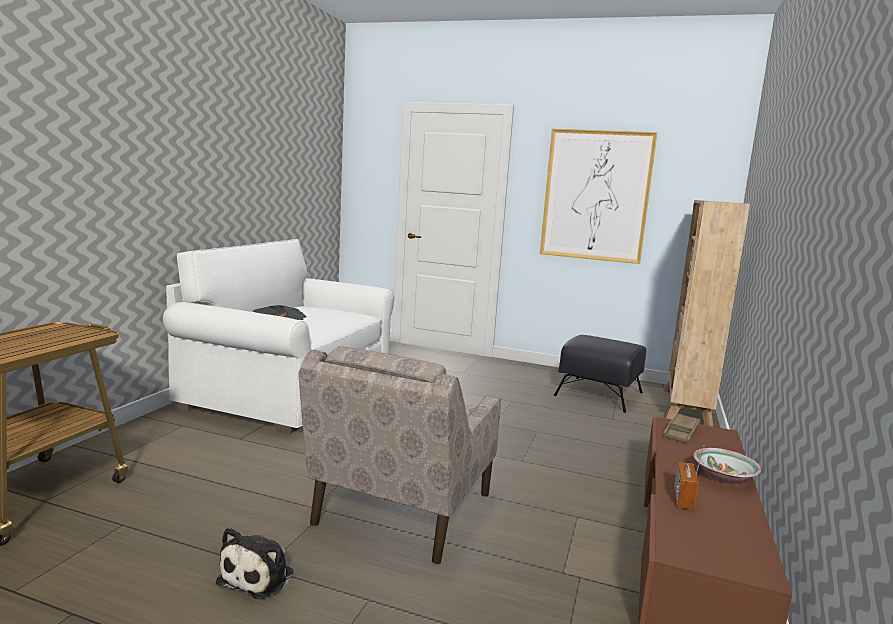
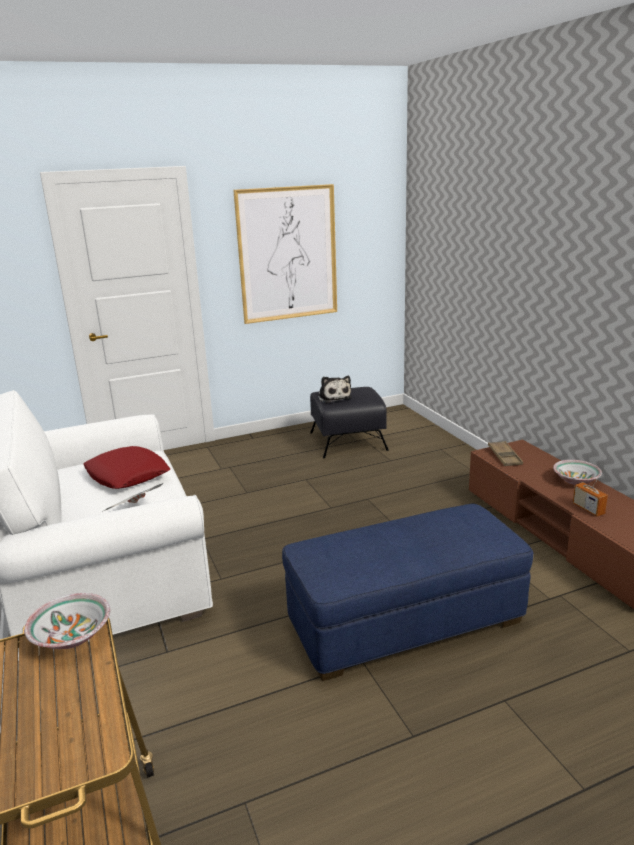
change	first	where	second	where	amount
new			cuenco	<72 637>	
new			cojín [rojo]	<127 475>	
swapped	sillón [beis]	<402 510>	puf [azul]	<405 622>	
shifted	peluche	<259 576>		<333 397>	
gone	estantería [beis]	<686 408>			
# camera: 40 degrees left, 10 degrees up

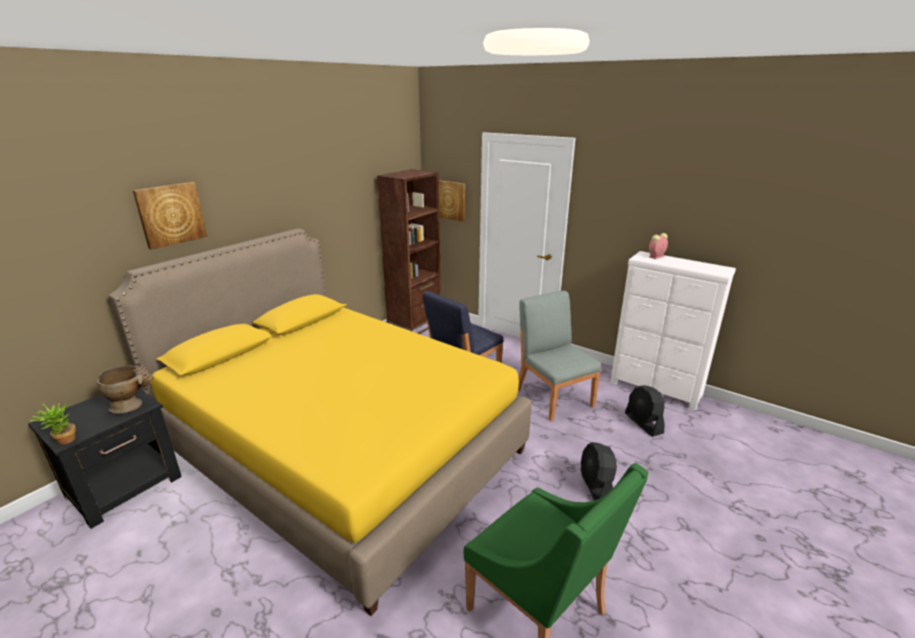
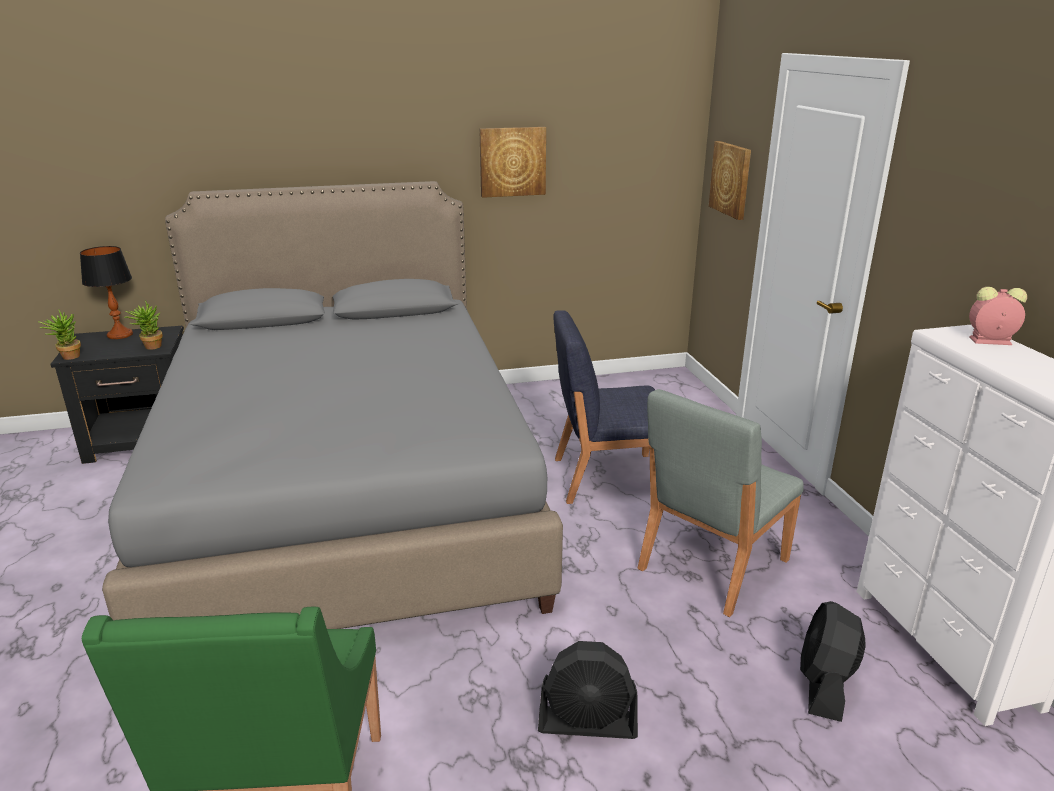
change	first	where	second	where	amount
new			lámpara de mesa	<120 335>	
repainted	cama [amarillo]	<342 449>	cama [gris]	<347 496>	
swapped	florero [beis]	<132 406>	planta en maceta	<150 346>	
shifted	cuadro	<170 214>		<512 161>	
rotated	ventilador [negro]	<596 487>		<588 723>	120 degrees counterclockwise
rotated	silla [gris]	<553 397>		<711 565>	150 degrees counterclockwise
gone	estantería [marrón]	<415 325>			
# camera: 40 degrees right, 0 degrees up

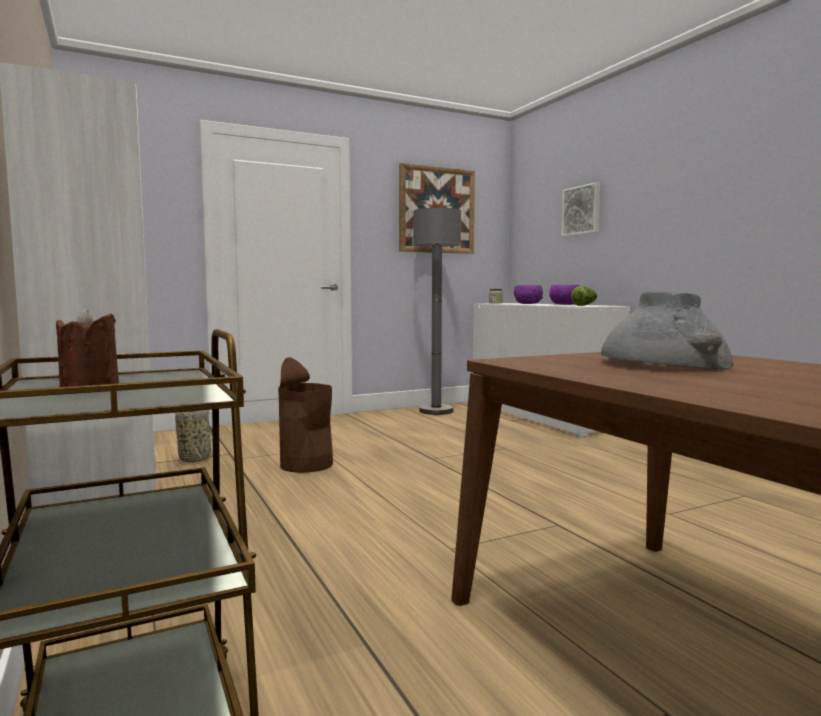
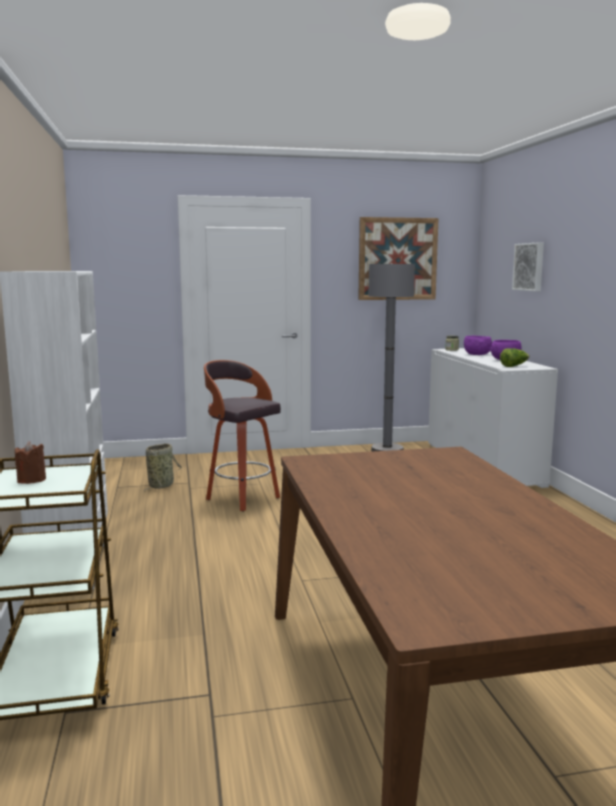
change	first	where	second	where	amount
swapped	papelera [marrón]	<306 465>	taburete	<241 498>	
gone	florero [gris]	<664 363>			
# camera: 15 degrees right, 5 degrees up

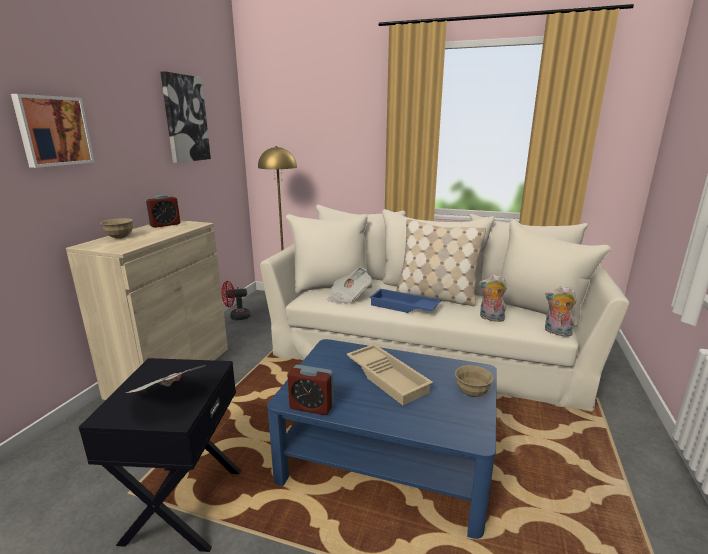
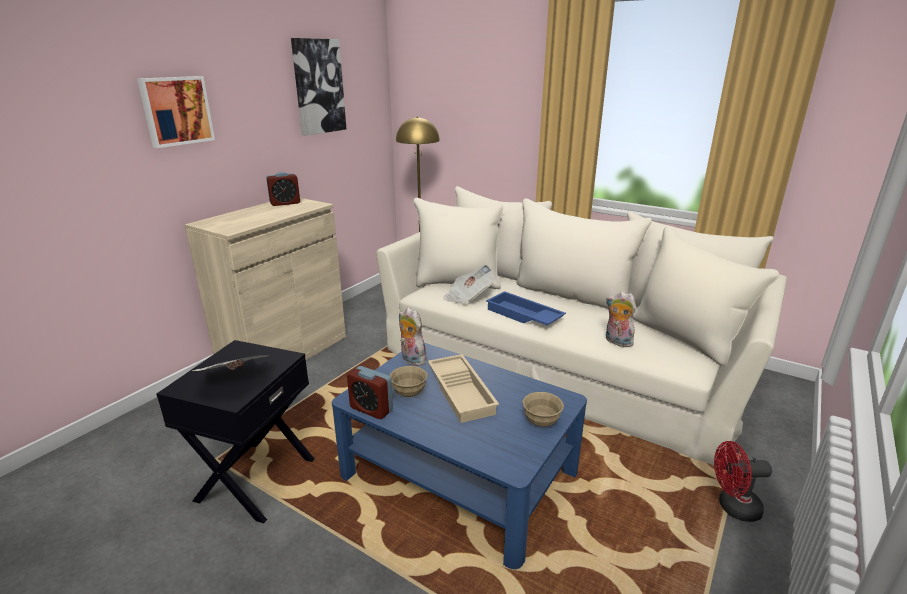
change	first	where	second	where	amount
shifted	cuenco [beis]	<120 237>		<409 393>	
shifted	peluche	<556 332>		<411 359>	
shifted	ventilador [rojo]	<236 317>		<732 507>	
gone	cojín [beis]	<436 296>			
# camera: 15 degrees right, 5 degrees up

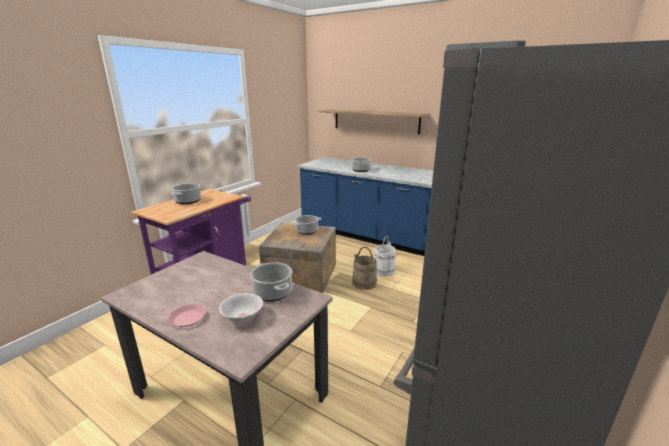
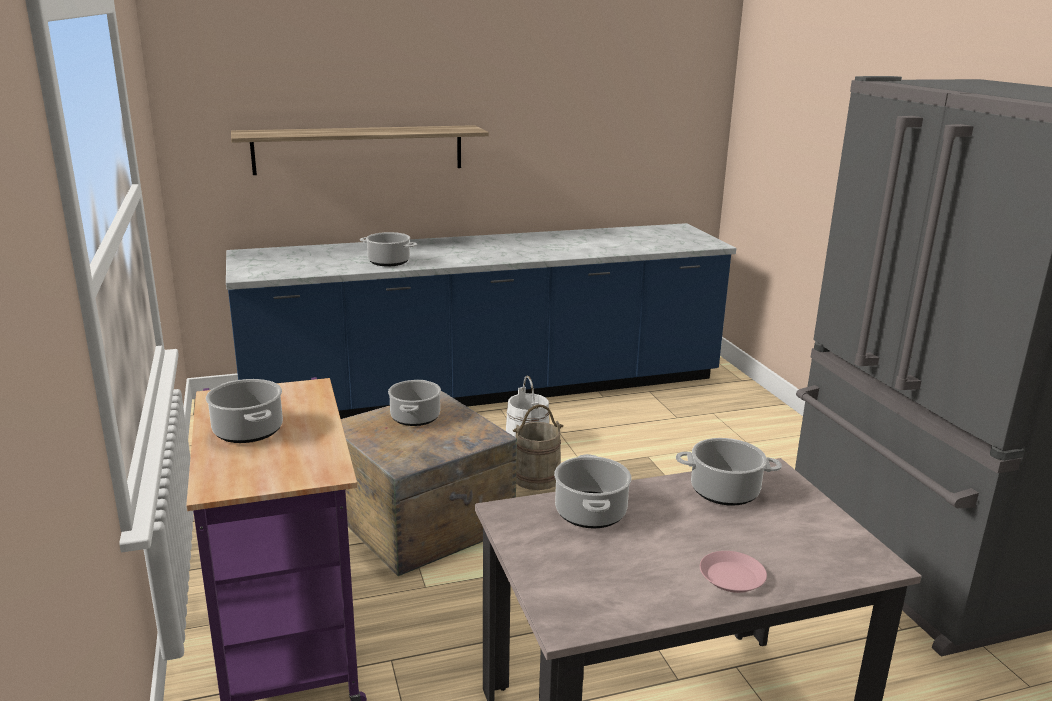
change	first	where	second	where	amount
new			olla	<591 513>	
gone	cuenco [blanco]	<242 318>			
# camera: 50 degrees left, 0 degrees up

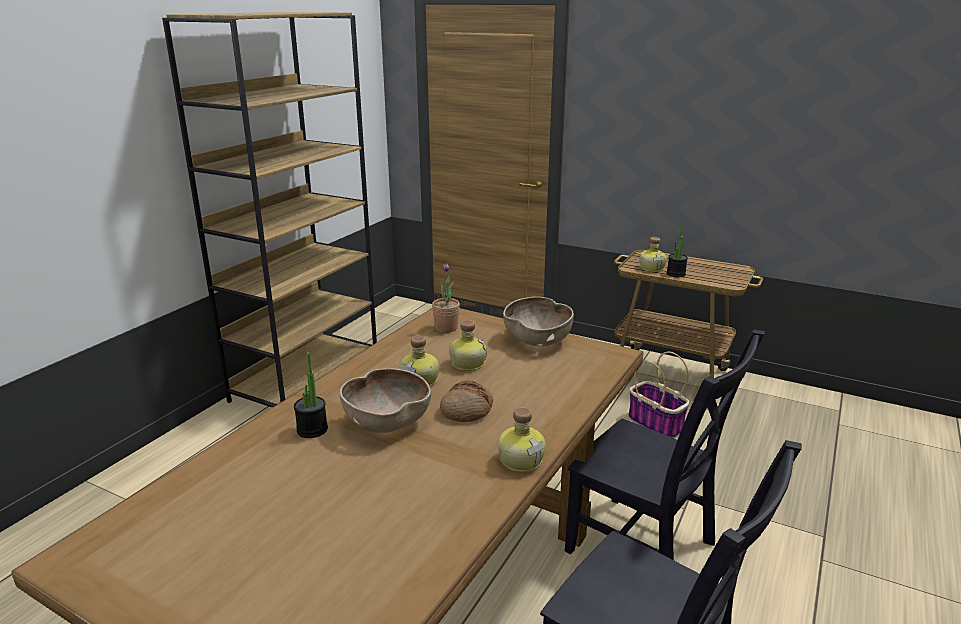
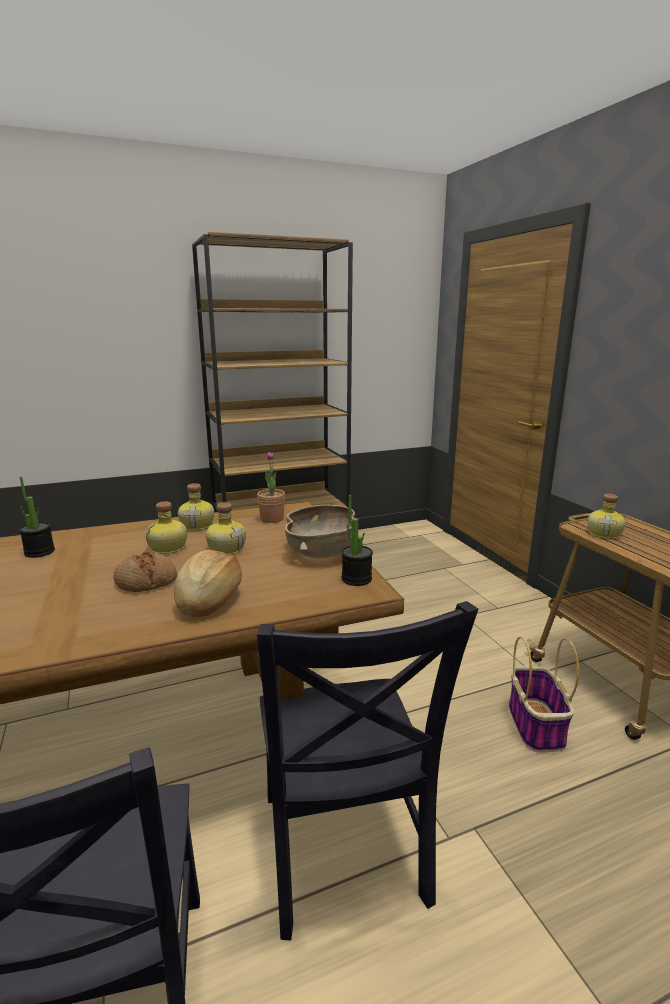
change	first	where	second	where	amount
new			pan	<209 599>	
shifted	botella	<521 459>		<198 525>	
shifted	planta en maceta	<676 274>		<356 579>	
gone	cuenco [marrón]	<387 423>			
# camera: 40 degrees right, 5 degrees down

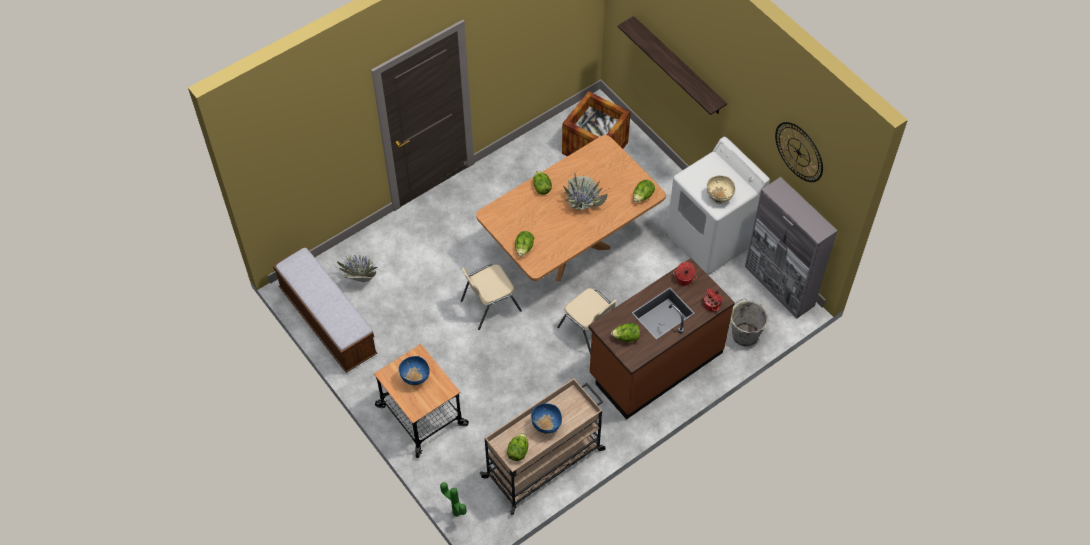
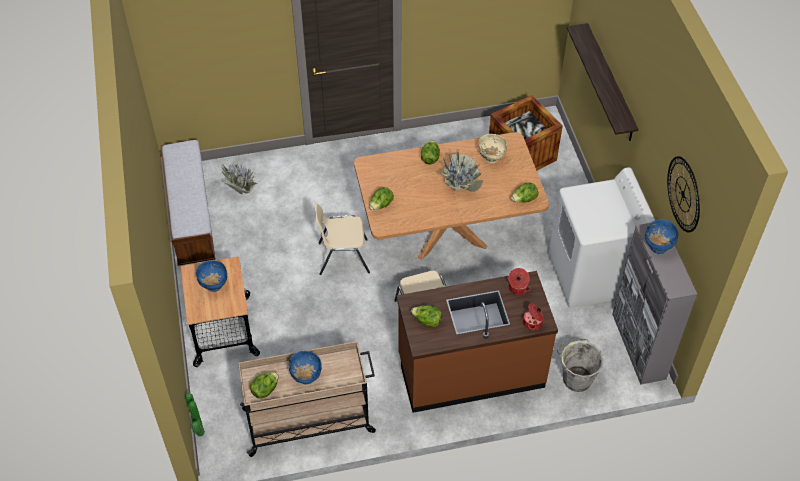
change	first	where	second	where	amount
shifted	cuenco [beis]	<718 198>		<491 158>	
new			cuenco [azul]	<658 247>	
# camera: 25 degrees right, 5 degrees down

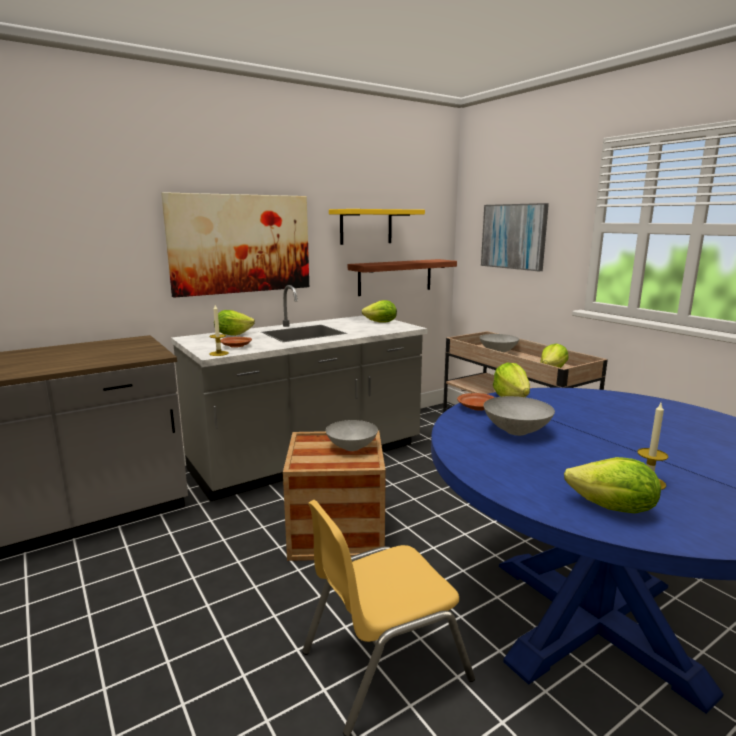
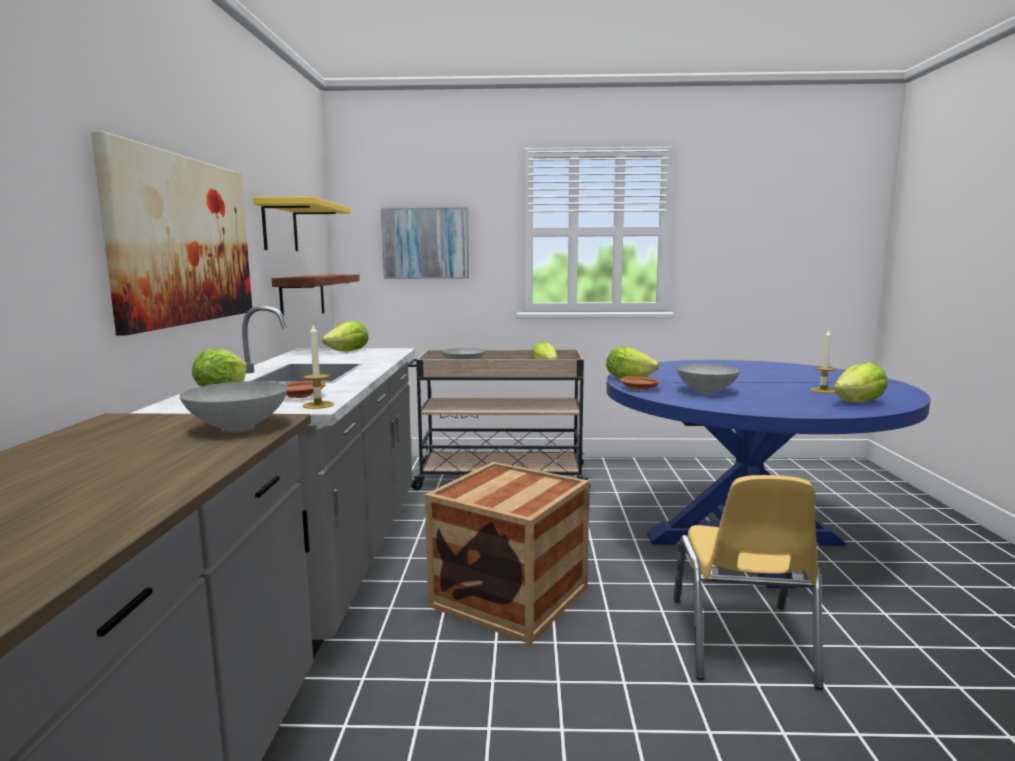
change	first	where	second	where	amount
shifted	cuenco [gris]	<352 447>		<239 426>	
# camera: 55 degrees left, 5 degrees down

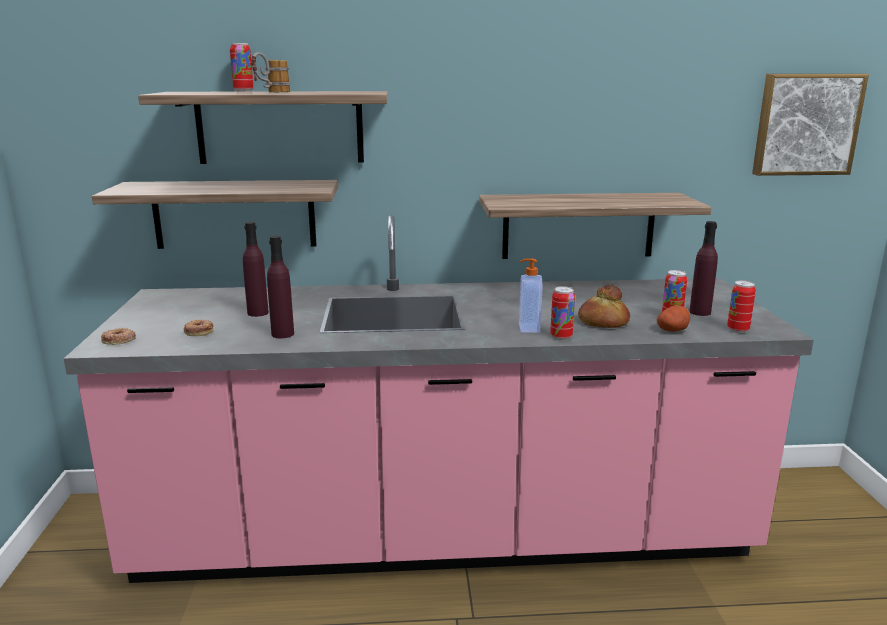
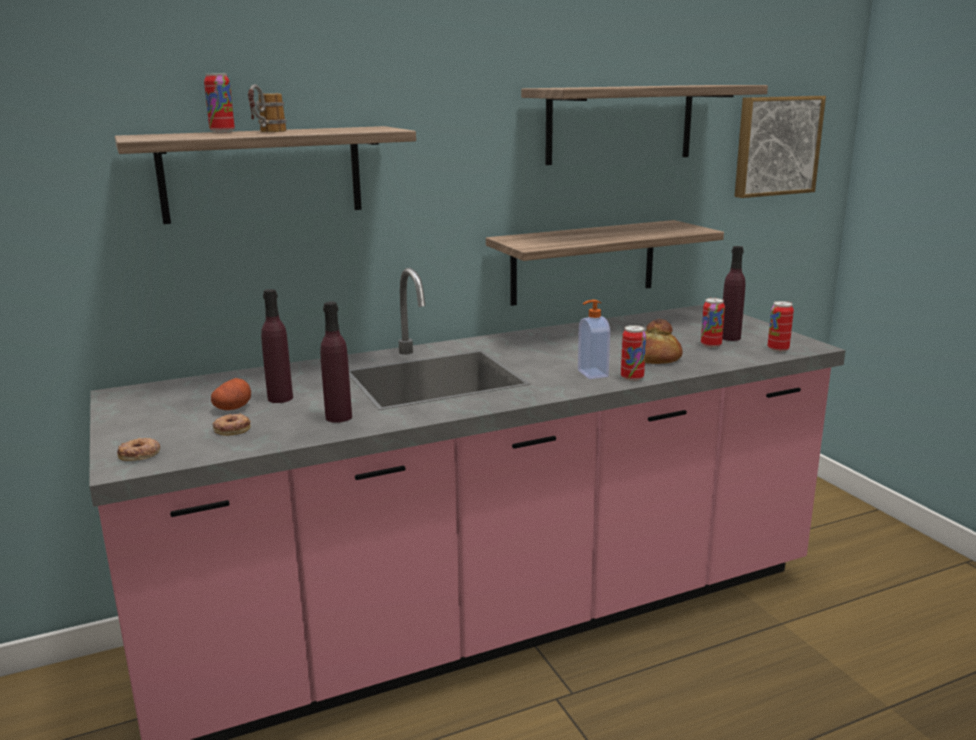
change	first	where	second	where	amount
shifted	patata	<672 330>		<233 408>	
shifted	estante	<234 214>		<620 124>	
# camera: 20 degrees left, 0 degrees up

